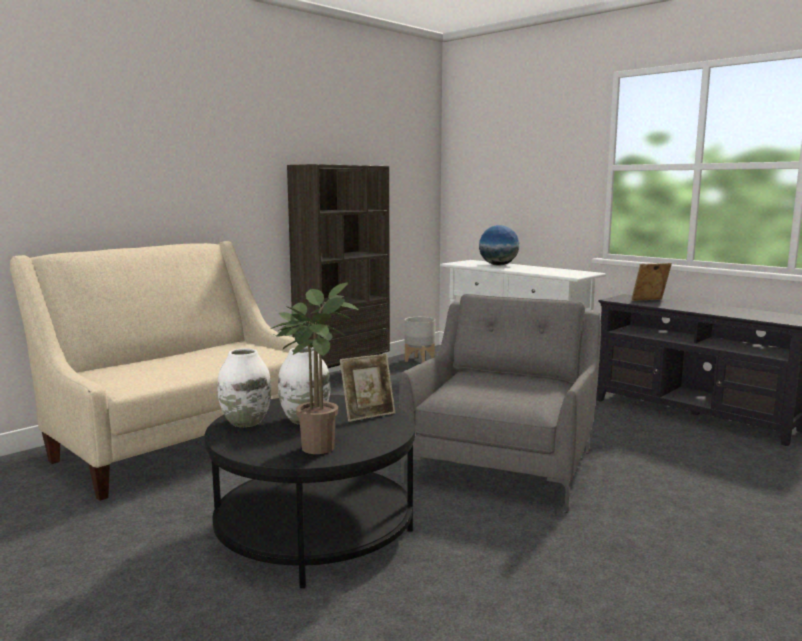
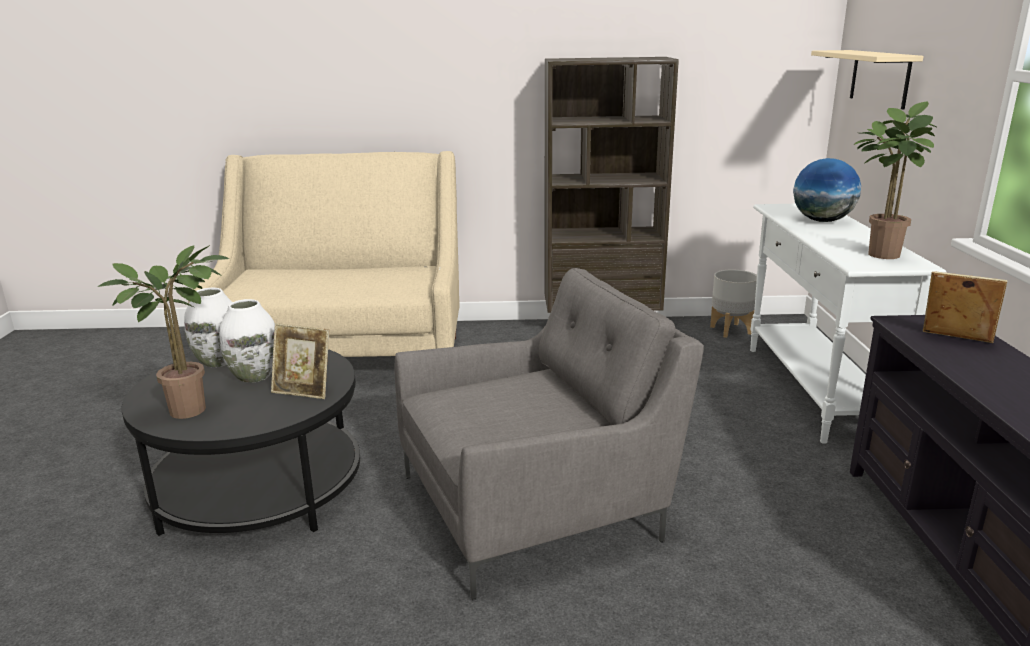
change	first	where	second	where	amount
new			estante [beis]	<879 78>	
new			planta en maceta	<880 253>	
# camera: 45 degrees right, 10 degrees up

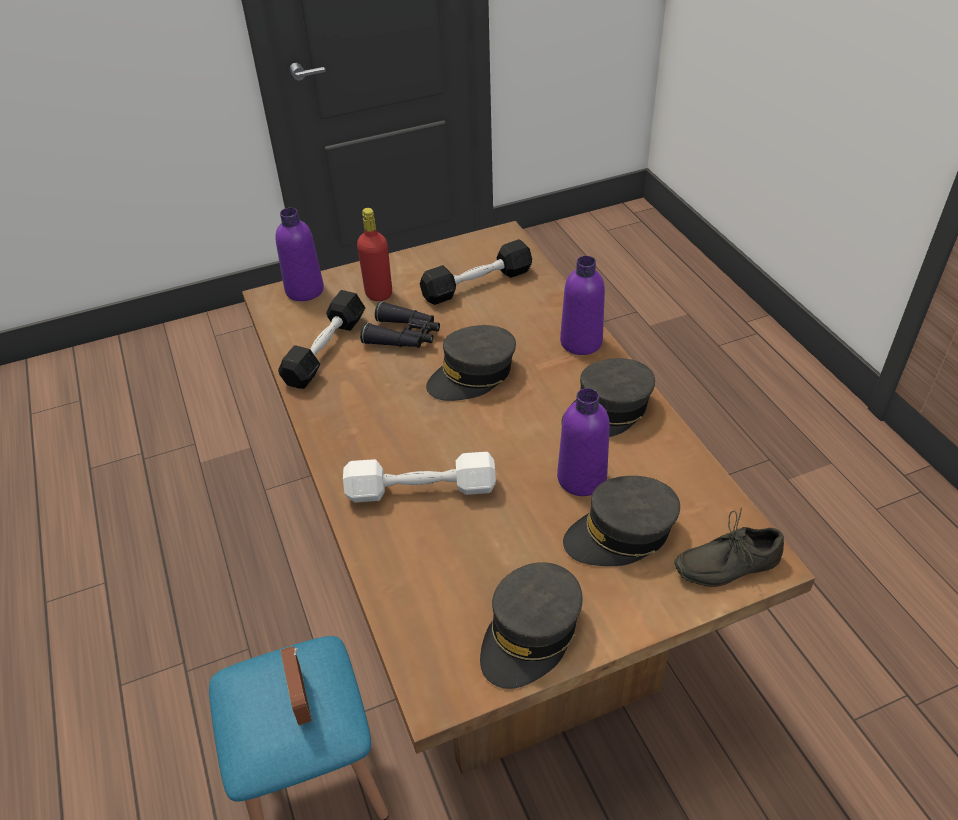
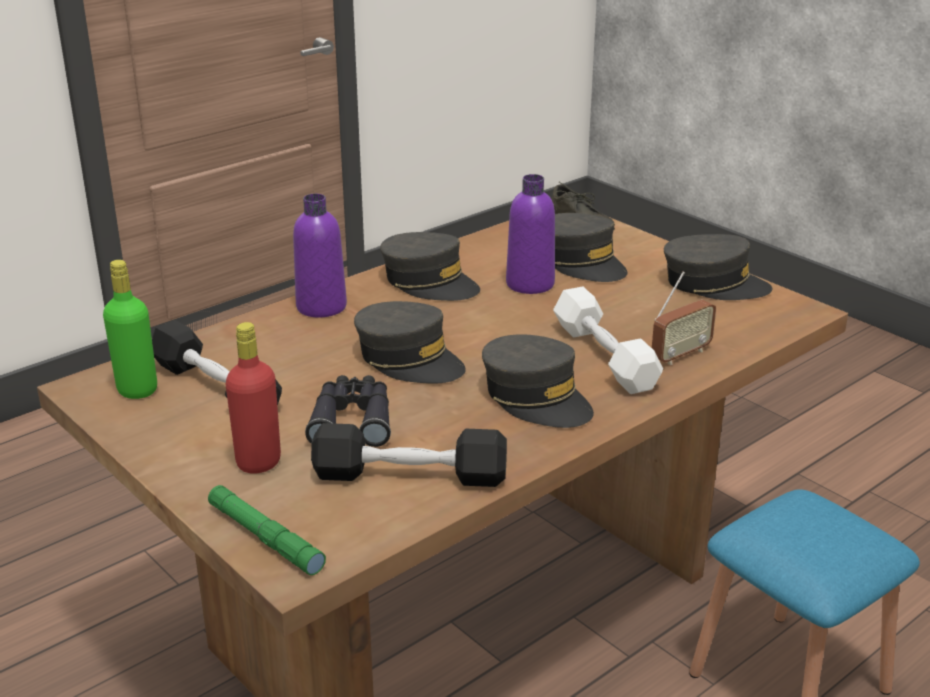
change	first	where	second	where	amount
new			botella [verde]	<137 390>	
swapped	botella [morado]	<304 290>	linterna [verde]	<265 538>	
new			gorra [gris]	<536 398>	
shifted	radio	<301 697>		<680 355>	
# camera: 110 degrees left, 15 degrees down

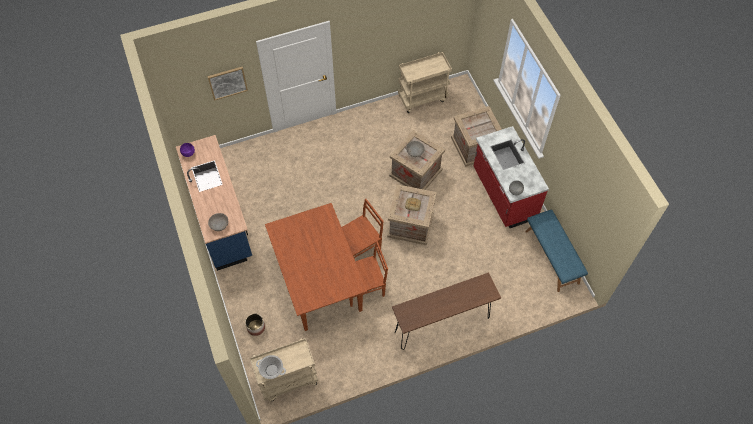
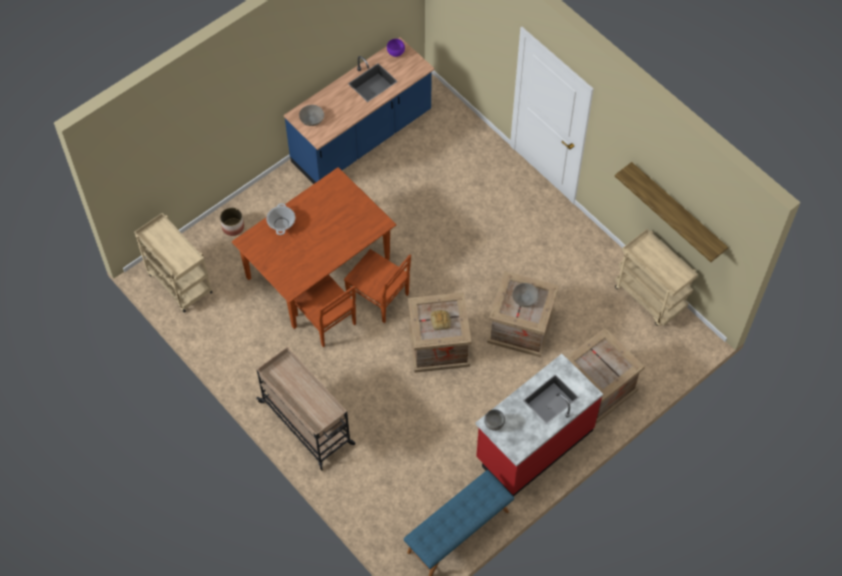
change	first	where	second	where	amount
swapped	mesa consola [marrón]	<442 324>	carrito [beis]	<307 424>	
shifted	olla	<271 370>		<281 224>	
new			estante	<677 210>	
gone	cuadro	<227 82>			
# camera: 70 degrees right, 0 degrees up

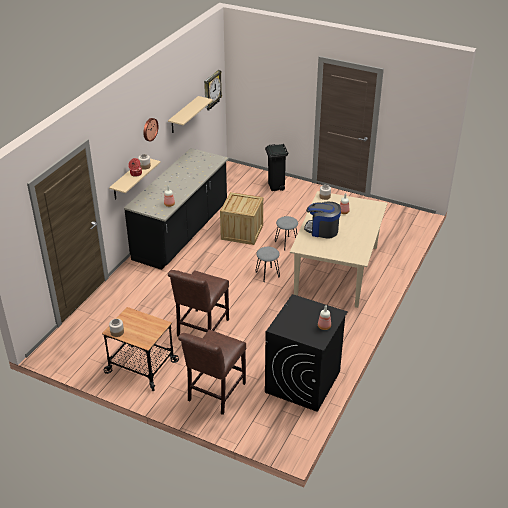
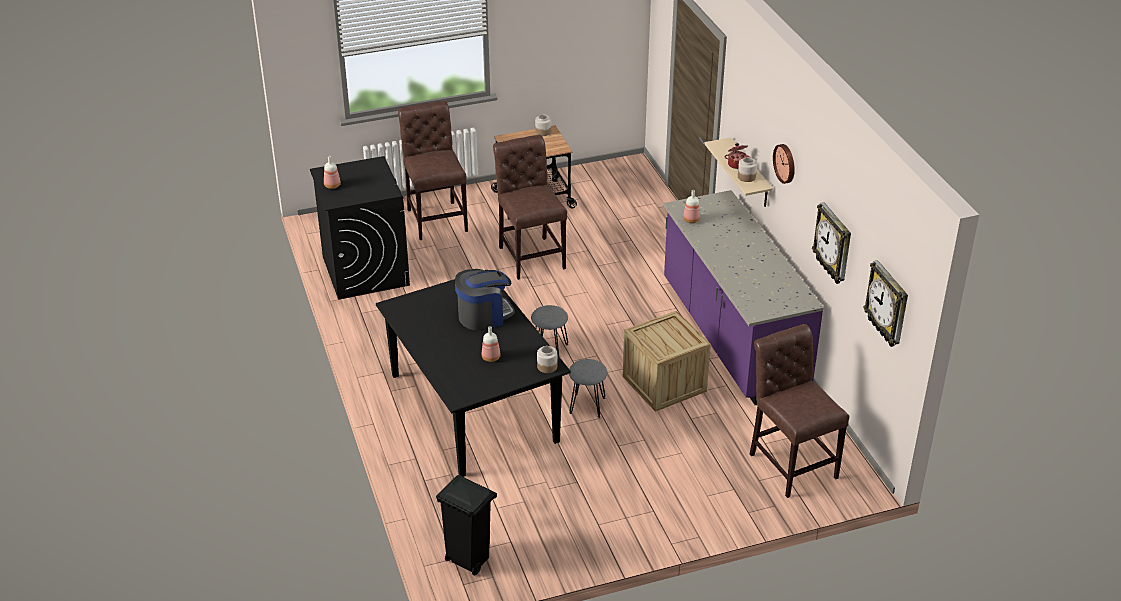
change	first	where	second	where	amount
repainted	mesa de comedor [beis]	<337 270>	mesa de comedor [negro]	<472 408>	
shifted	papelera [negro]	<276 187>		<468 560>	
repainted	mueble bajo de cocina [negro]	<182 232>	mueble bajo de cocina [morado]	<732 336>	
new			silla [marrón]	<790 462>	
swapped	estante [beis]	<183 115>	reloj de pared	<834 244>	
# camera: 135 degrees right, 0 degrees up

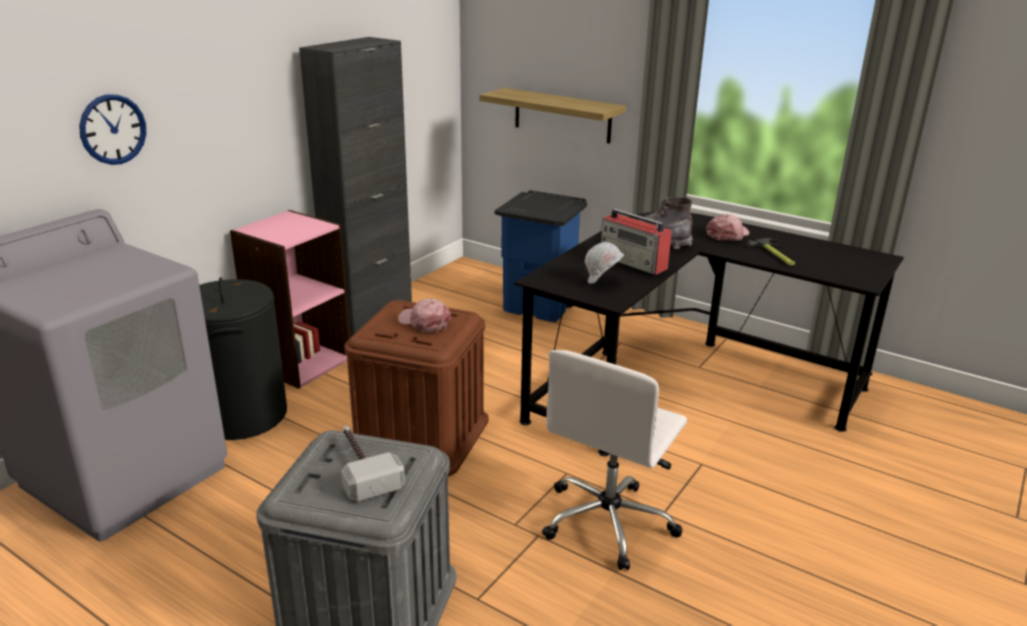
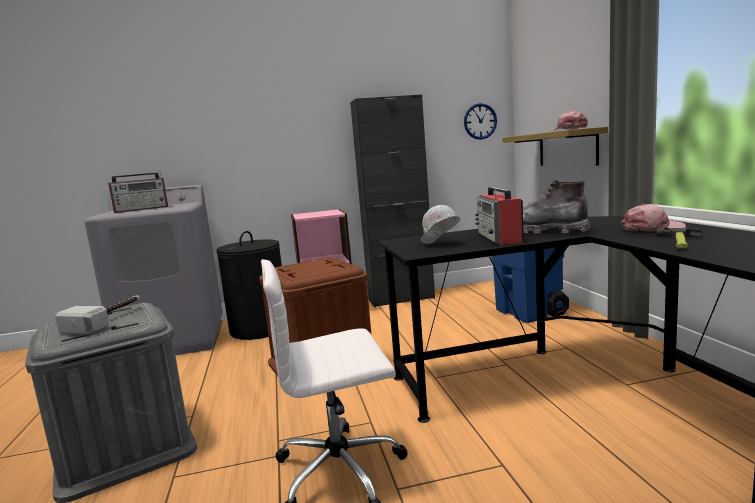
change	first	where	second	where	amount
new			radio	<142 209>	
shifted	reloj de pared	<113 129>		<480 121>	
shifted	gorra [rosa]	<424 322>		<568 130>	
# camera: 45 degrees right, 15 degrees down

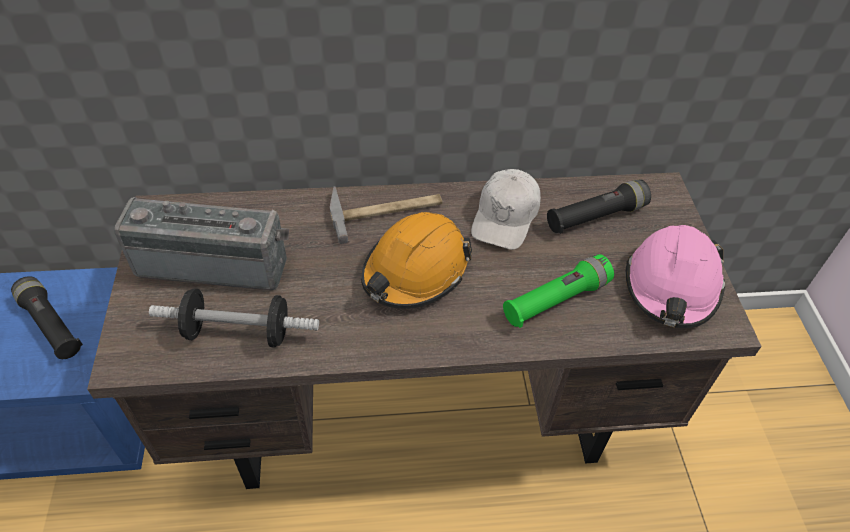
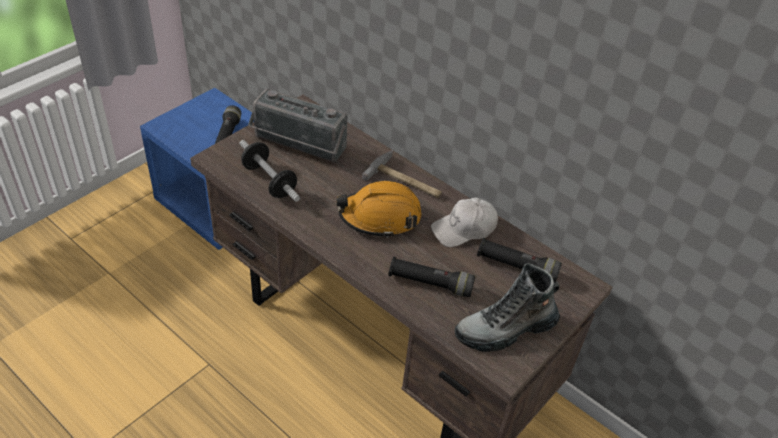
change	first	where	second	where	amount
rotated	radio	<215 262>		<298 146>	150 degrees clockwise
repainted	linterna [verde]	<556 300>	linterna [negro]	<430 283>	
swapped	casco [rosa]	<671 286>	bota	<505 330>	
# camera: 45 degrees right, 5 degrees down

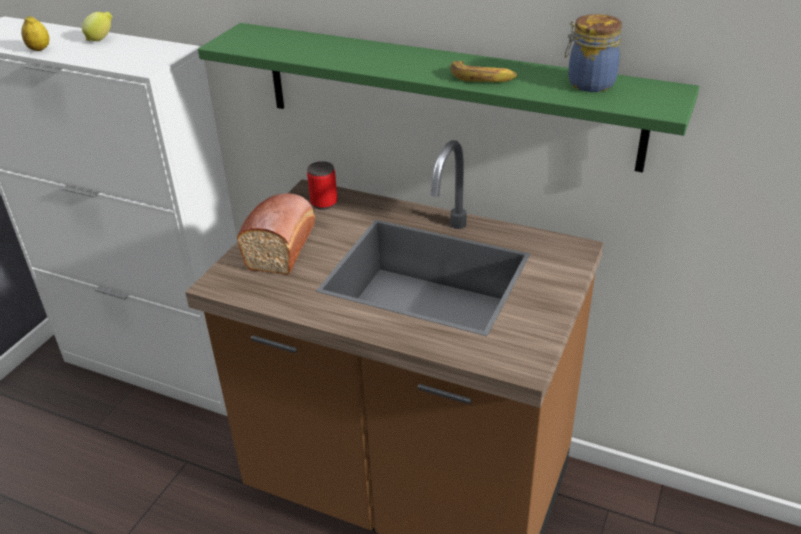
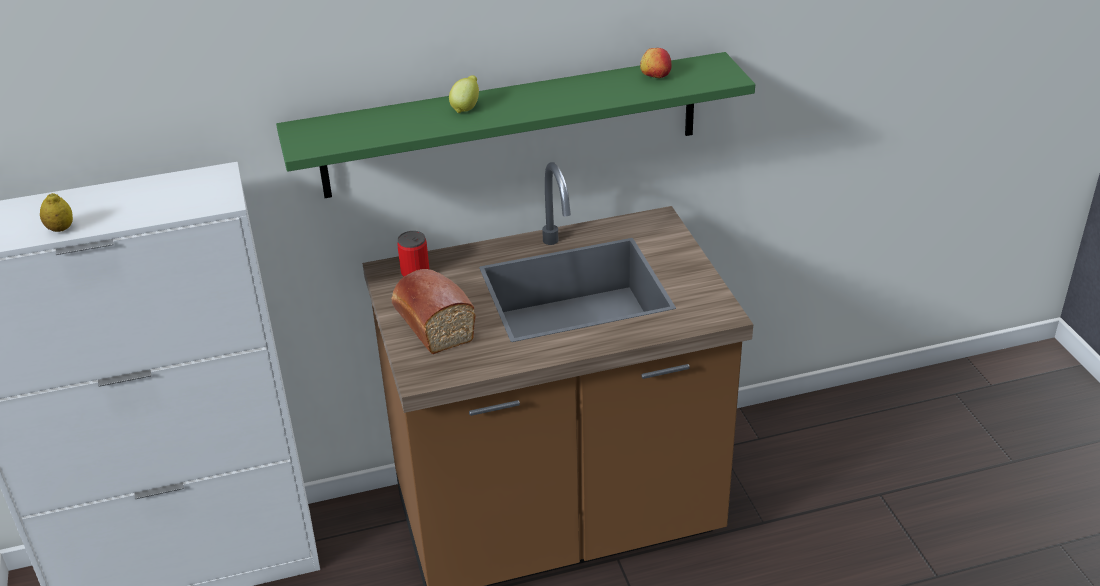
change	first	where	second	where	amount
shifted	limón	<101 39>		<466 108>	
swapped	tarro	<588 83>	manzana	<655 76>	
gone	plátano	<483 77>			
# camera: 40 degrees left, 0 degrees up

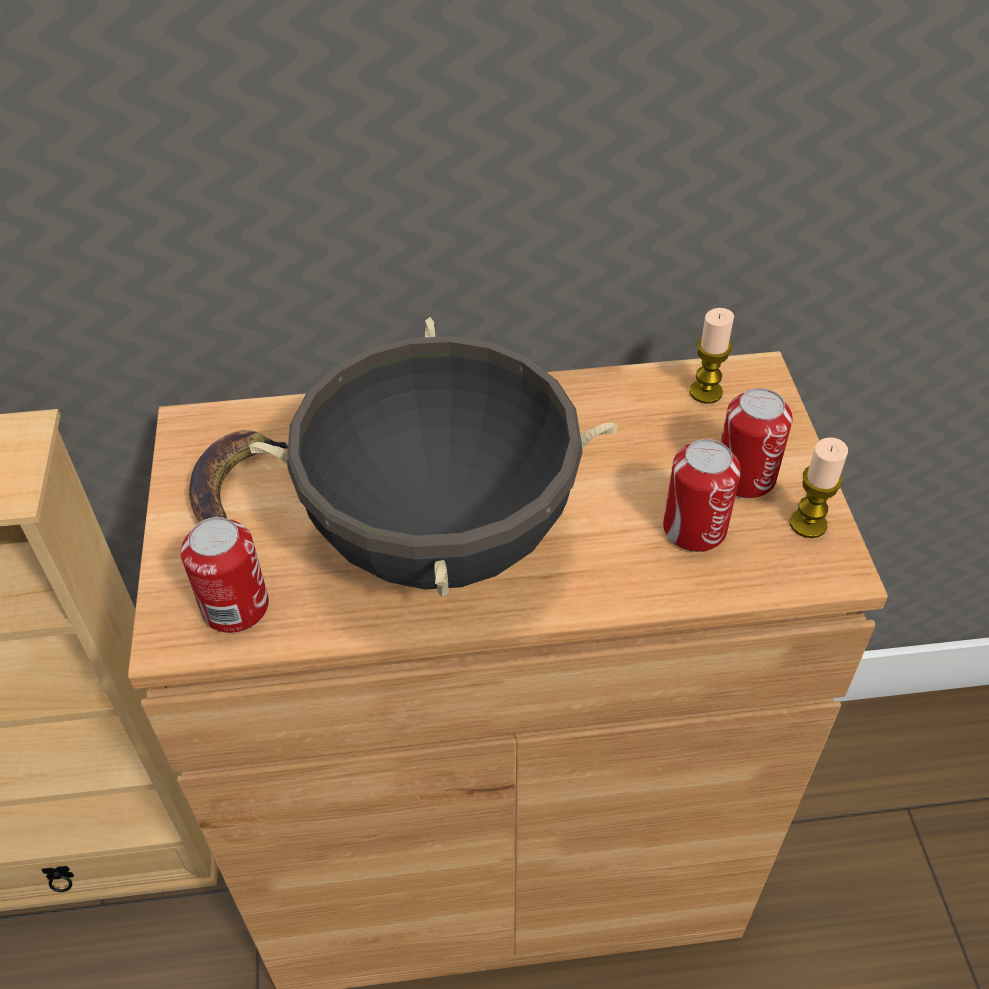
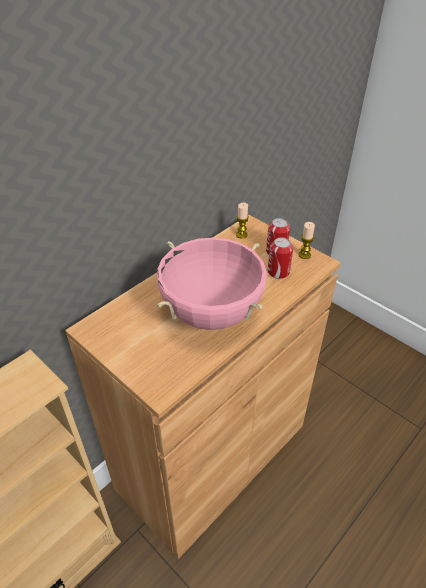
change	first	where	second	where	amount
repainted	olla [negro]	<440 537>	olla [rosa]	<211 314>	
gone	lata	<235 607>			
gone	plátano	<235 486>			
# camera: 40 degrees left, 5 degrees down

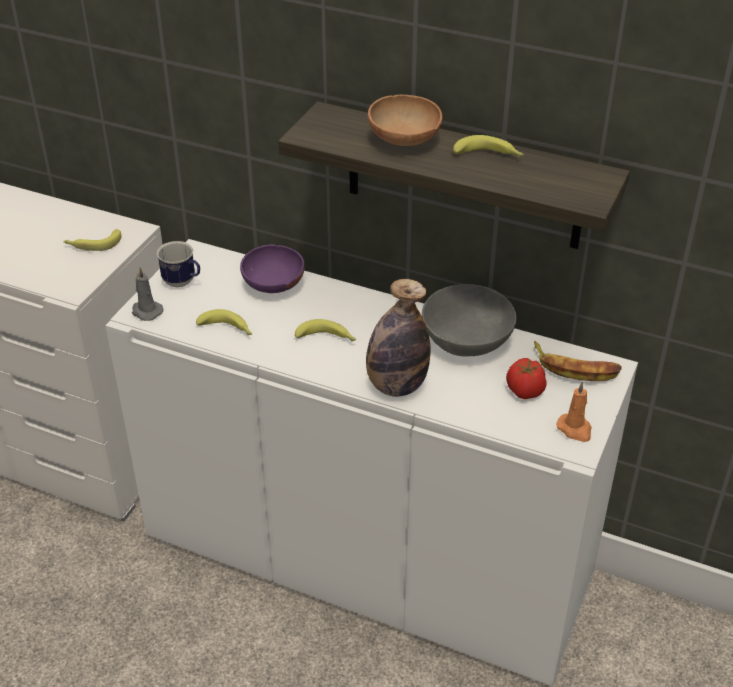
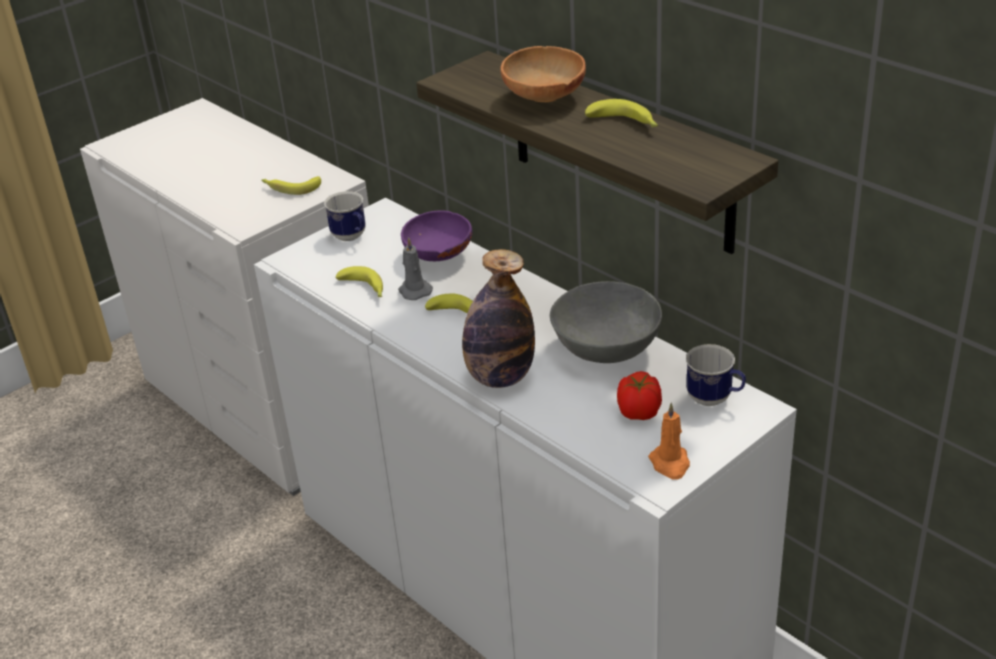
change	first	where	second	where	amount
shifted	vela [gris]	<146 311>		<414 290>	
swapped	plátano	<575 368>	taza grande	<715 399>	
# camera: 25 degrees right, 5 degrees down

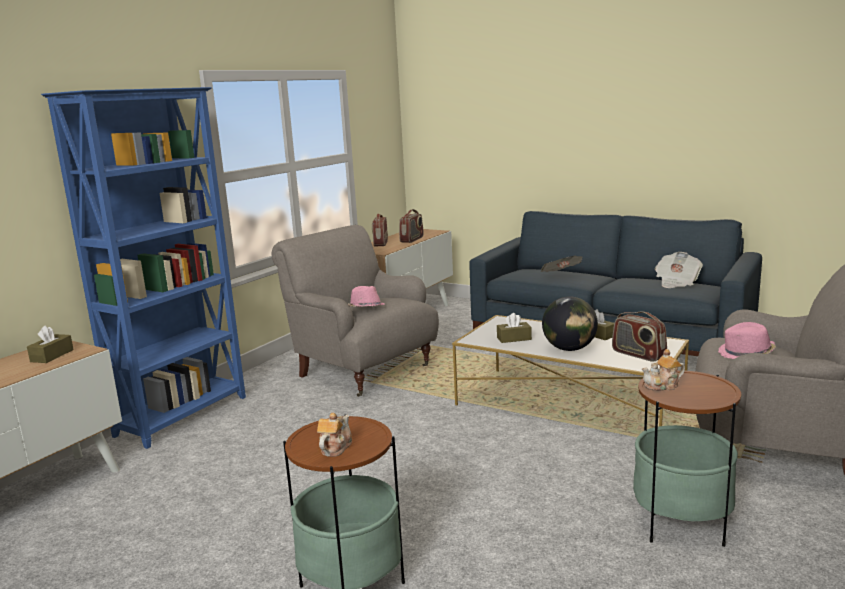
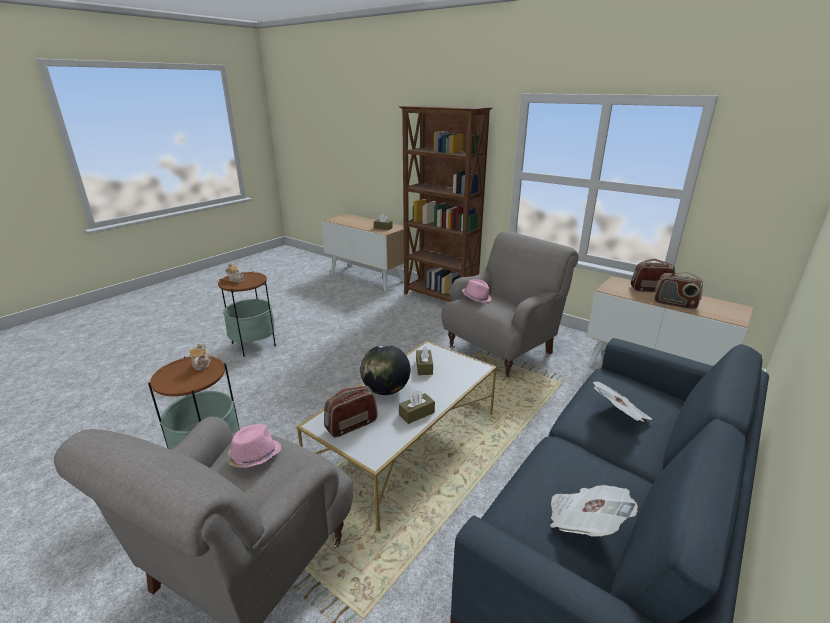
change	first	where	second	where	amount
repainted	estantería [azul]	<184 416>	estantería [marrón]	<440 298>	
# camera: 95 degrees right, 10 degrees up

